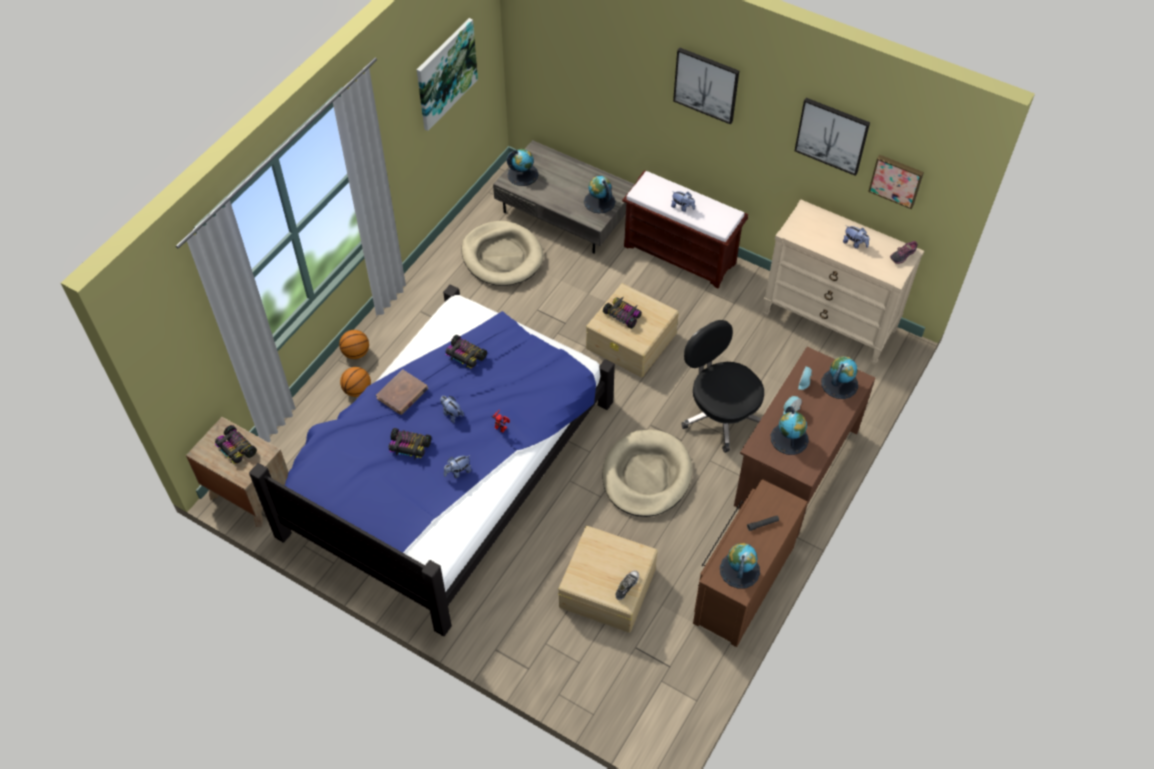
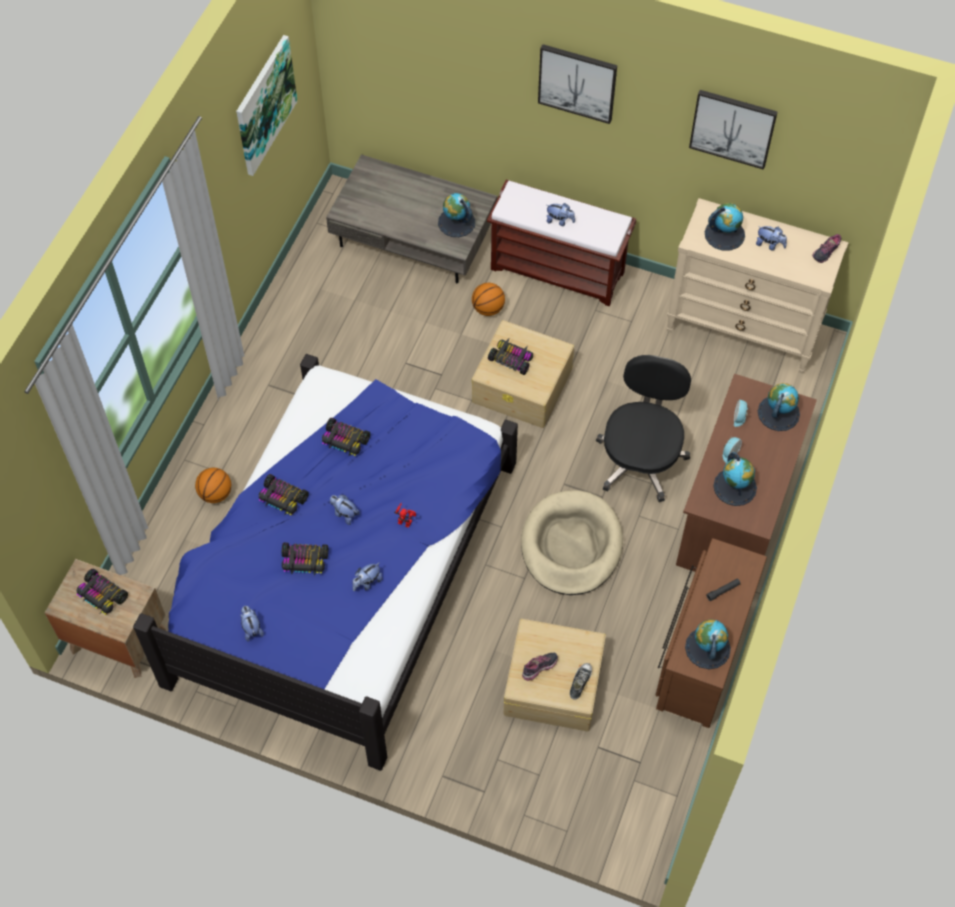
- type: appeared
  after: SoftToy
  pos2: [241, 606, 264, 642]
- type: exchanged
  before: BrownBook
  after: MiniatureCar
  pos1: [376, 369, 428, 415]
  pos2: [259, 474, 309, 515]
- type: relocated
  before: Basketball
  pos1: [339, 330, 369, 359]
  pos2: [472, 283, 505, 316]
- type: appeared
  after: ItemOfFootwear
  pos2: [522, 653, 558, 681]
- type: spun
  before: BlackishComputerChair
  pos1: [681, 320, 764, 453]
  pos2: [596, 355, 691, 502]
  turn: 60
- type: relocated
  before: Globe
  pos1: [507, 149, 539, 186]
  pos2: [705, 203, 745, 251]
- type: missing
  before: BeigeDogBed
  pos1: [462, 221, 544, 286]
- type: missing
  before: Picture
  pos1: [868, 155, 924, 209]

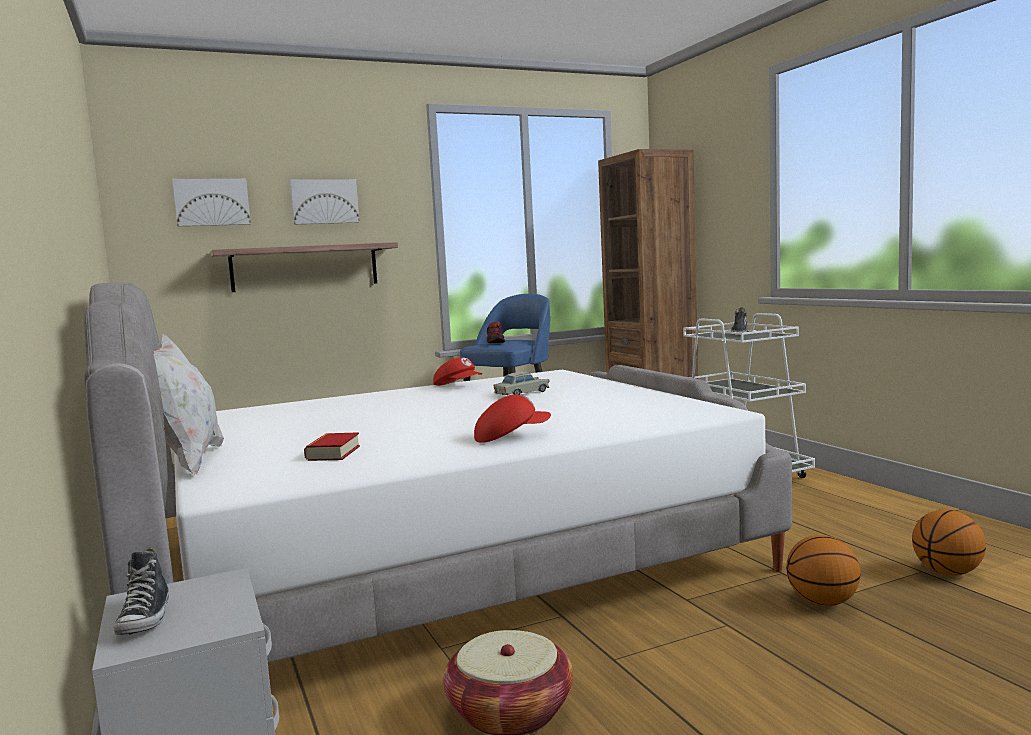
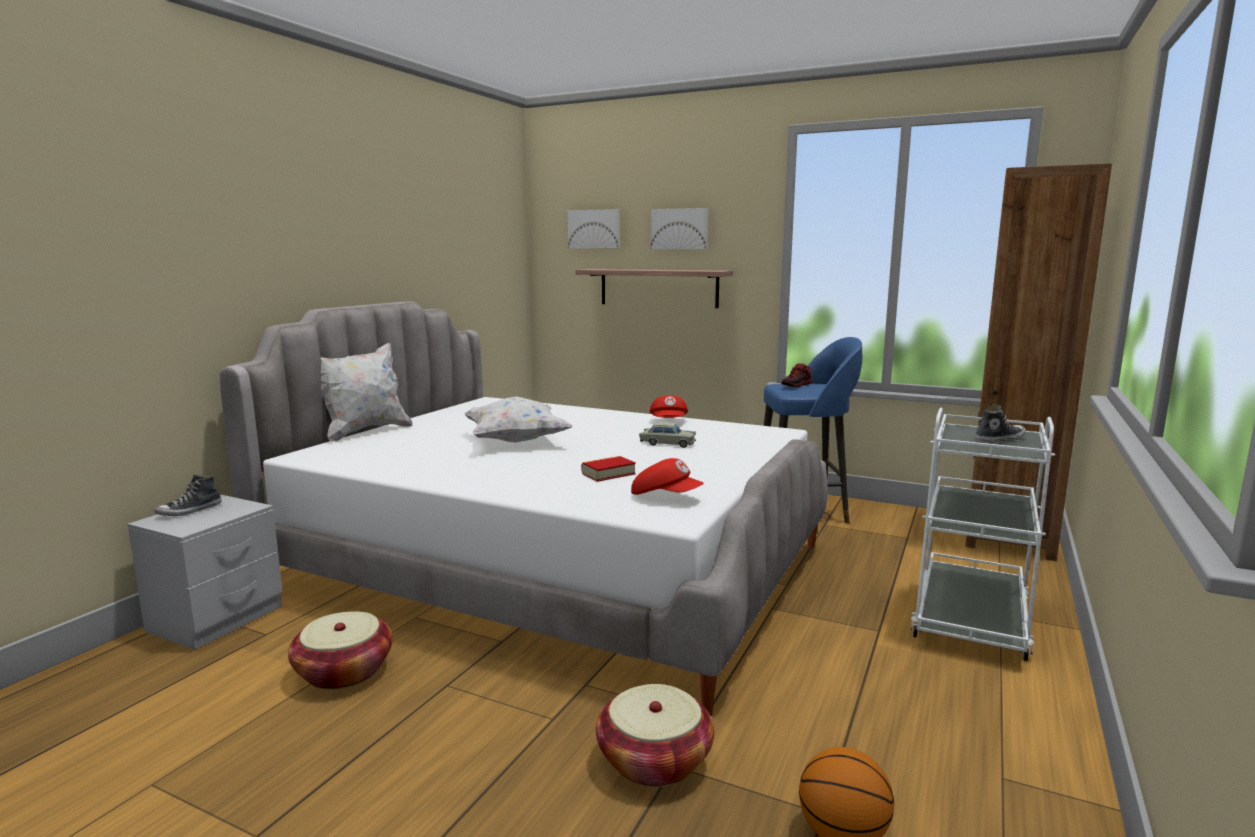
- type: appeared
  after: WhiteColouredPillow
  pos2: [464, 397, 573, 442]
- type: relocated
  before: Book
  pos1: [304, 432, 360, 461]
  pos2: [581, 456, 636, 482]
- type: exchanged
  before: Basketball
  after: HouseholdBasket
  pos1: [786, 535, 861, 606]
  pos2: [596, 684, 714, 787]
- type: relocated
  before: ReddishCap
  pos1: [474, 394, 551, 443]
  pos2: [631, 458, 704, 495]

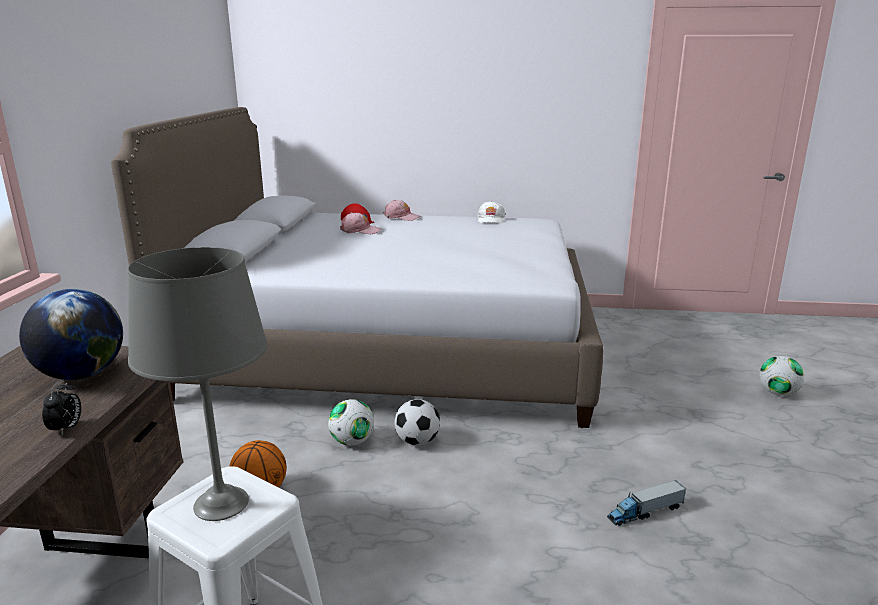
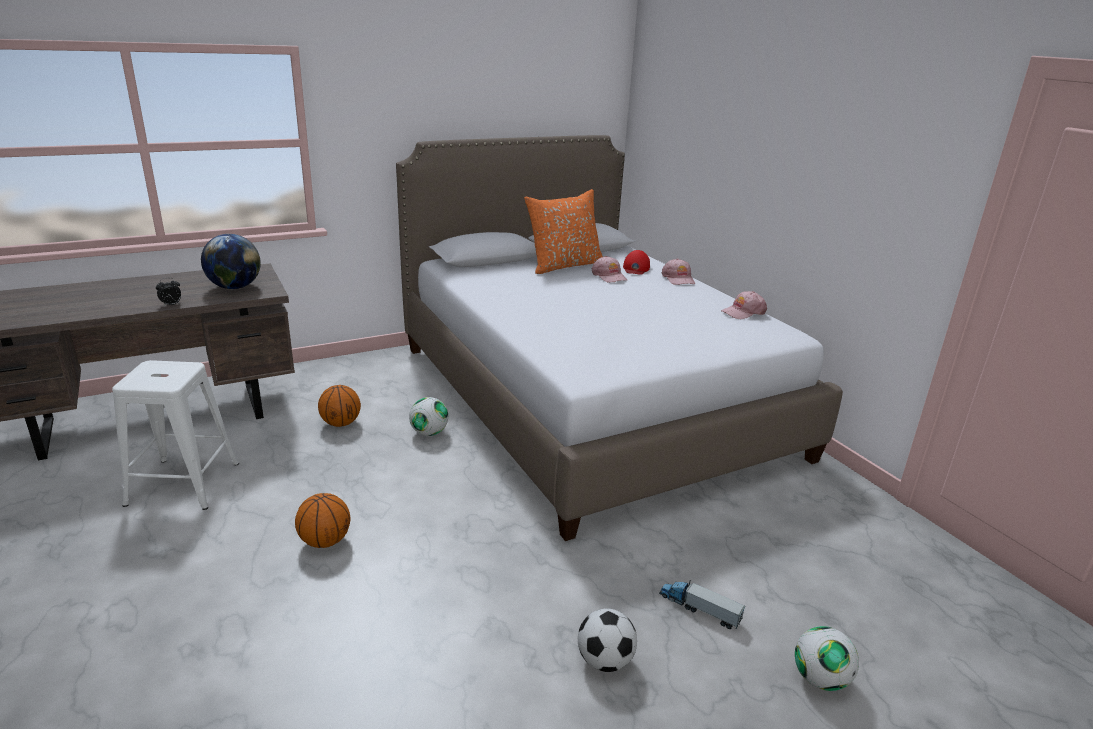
- type: appeared
  after: Basketball
  pos2: [295, 493, 351, 548]
- type: appeared
  after: OrangePillow
  pos2: [524, 189, 603, 274]
- type: relocated
  before: Football
  pos1: [395, 399, 440, 446]
  pos2: [578, 608, 637, 672]
- type: relocated
  before: ModelTruck
  pos1: [607, 480, 686, 526]
  pos2: [659, 580, 745, 629]
- type: colour
  before: WhiteColouredCap
  after: PinkColouredCap
  pos1: [477, 201, 505, 224]
  pos2: [721, 291, 767, 319]
- type: missing
  before: GreyLampForATable
  pos1: [128, 247, 268, 521]

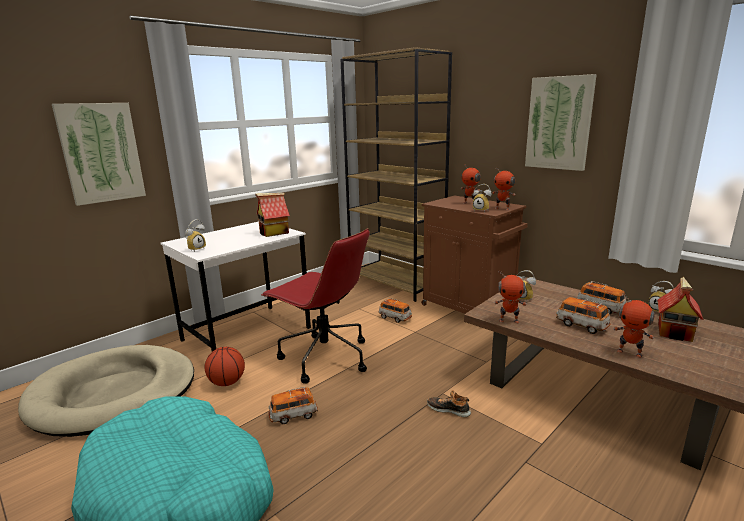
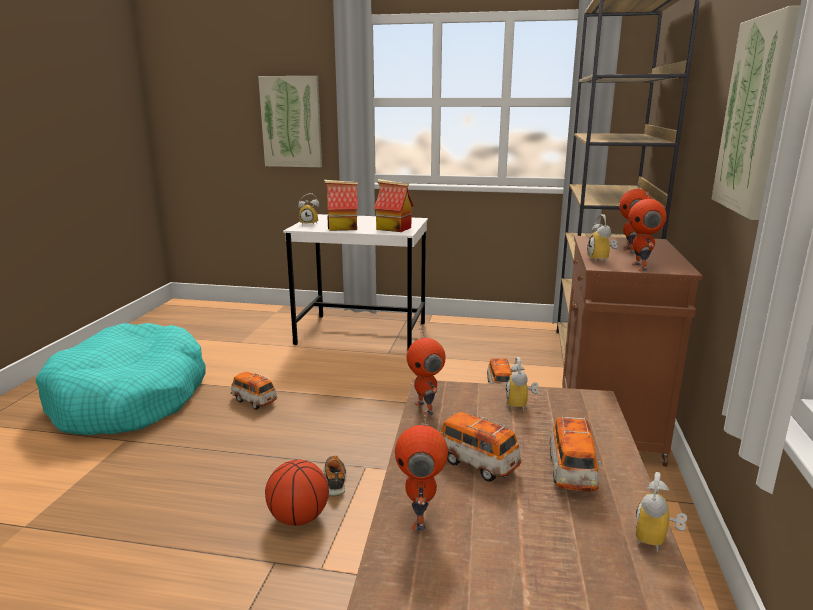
- type: relocated
  before: Basketball
  pos1: [204, 347, 245, 386]
  pos2: [265, 460, 329, 526]
- type: relocated
  before: MiniatureHouse
  pos1: [657, 277, 704, 342]
  pos2: [324, 180, 358, 231]
- type: spun
  before: MiniatureCar
  pos1: [556, 297, 610, 334]
  pos2: [440, 412, 521, 482]
  turn: -60
- type: missing
  before: BeigeDogBed
  pos1: [18, 345, 194, 437]
- type: missing
  before: ReddishComputerChair
  pos1: [261, 228, 370, 383]

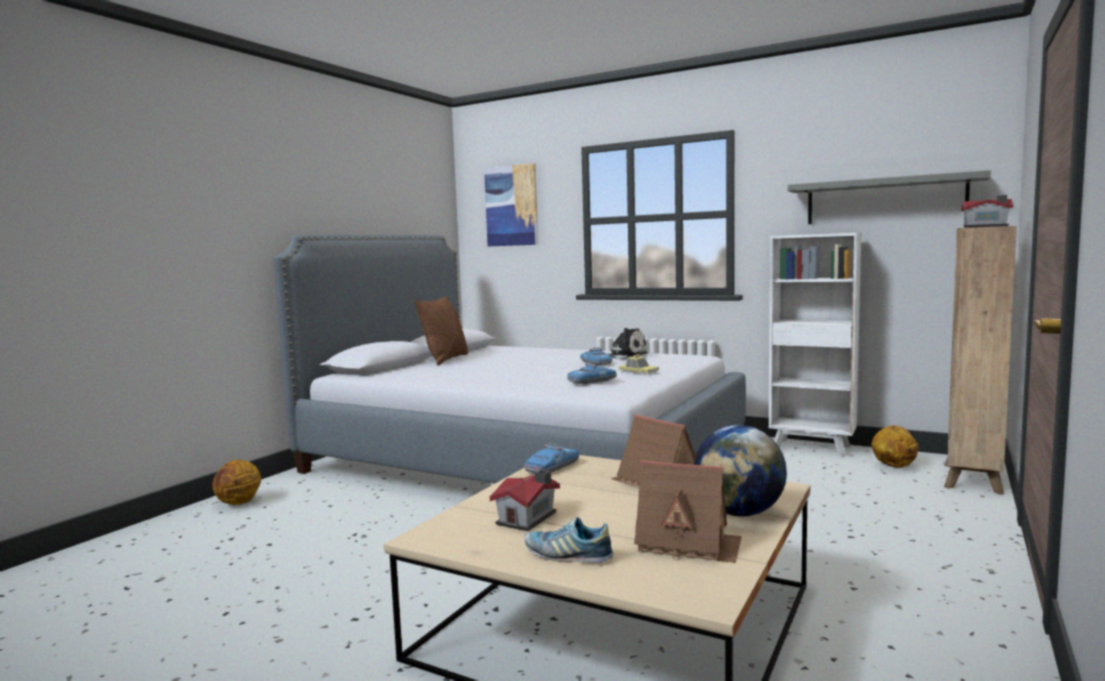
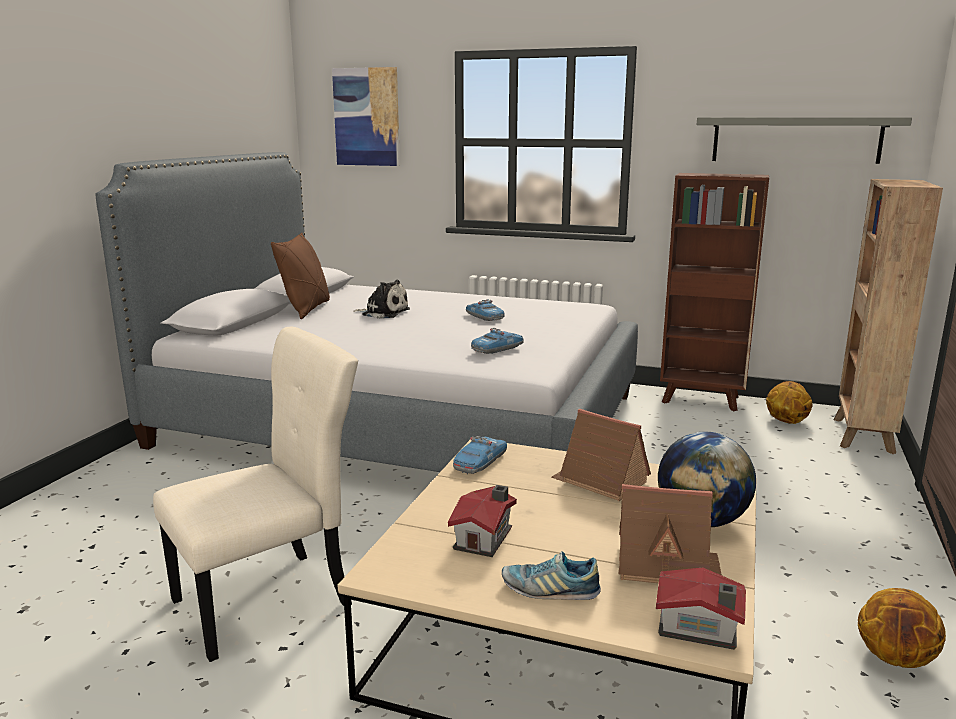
- type: appeared
  after: BeigePlainChair
  pos2: [153, 327, 358, 662]
- type: relocated
  before: SoftToy
  pos1: [607, 328, 648, 359]
  pos2: [353, 280, 410, 319]
- type: relocated
  before: MiniatureHouse
  pos1: [961, 195, 1013, 228]
  pos2: [656, 568, 746, 650]
- type: colour
  before: WhiteColouredBookcase
  after: BrownBookcase
  pos1: [769, 233, 861, 457]
  pos2: [660, 173, 769, 411]
- type: relocated
  before: Basketball
  pos1: [213, 460, 261, 505]
  pos2: [858, 588, 946, 668]
- type: missing
  before: MiniatureCar
  pos1: [618, 354, 659, 375]

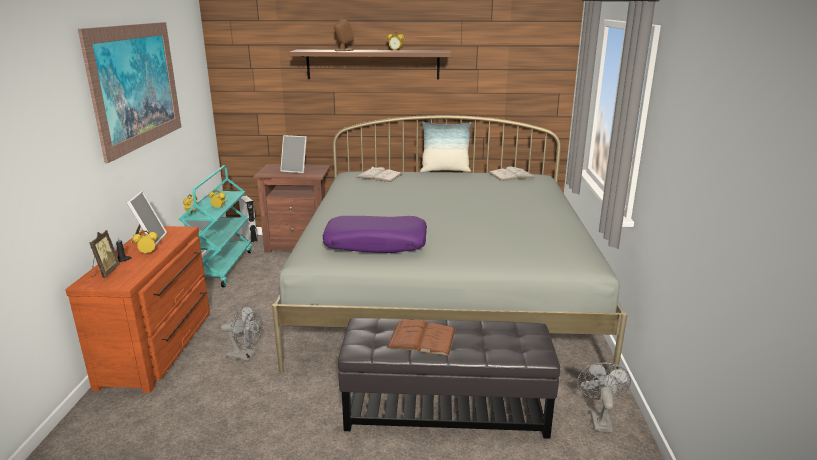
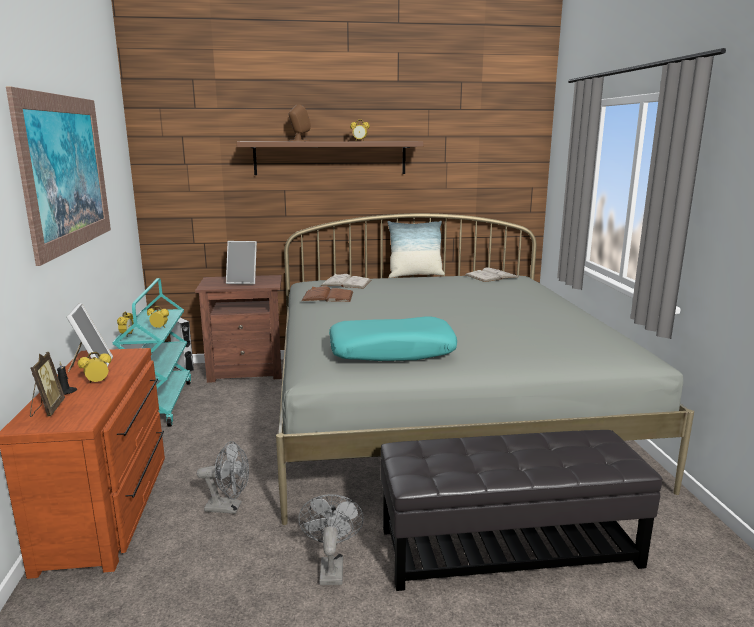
- type: relocated
  before: GreyElectricFan
  pos1: [577, 363, 631, 432]
  pos2: [298, 494, 364, 585]
- type: relocated
  before: BrownBook
  pos1: [386, 319, 456, 356]
  pos2: [301, 286, 353, 302]
- type: colour
  before: PurpleColouredPillow
  after: TurquoiseColouredPillow
  pos1: [323, 216, 427, 253]
  pos2: [329, 316, 457, 361]

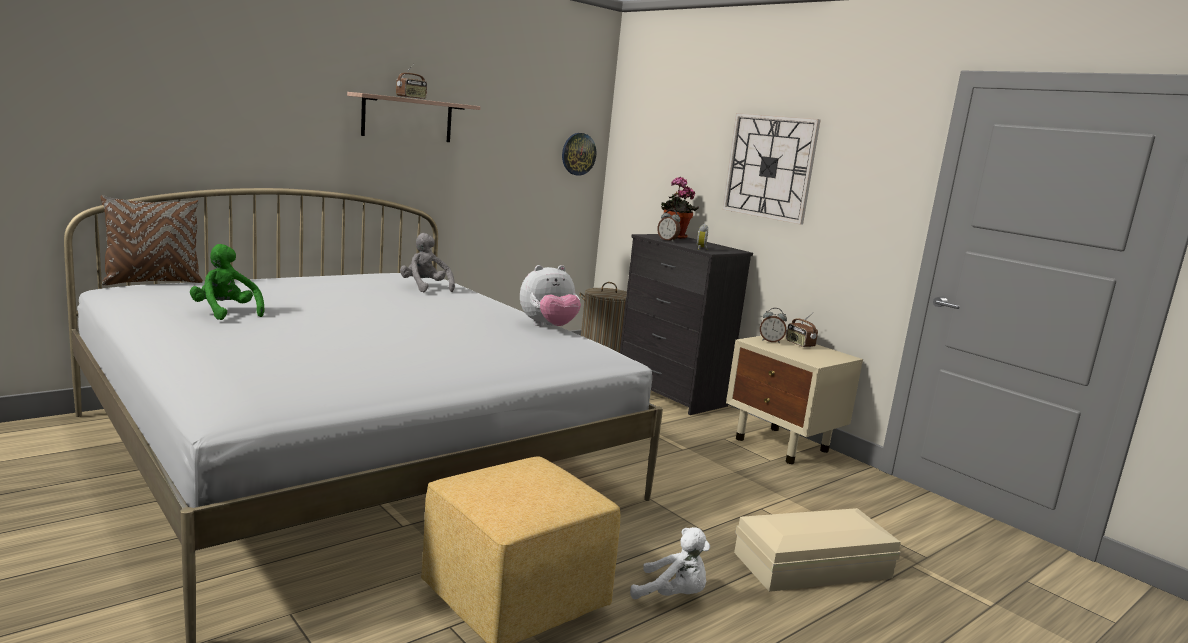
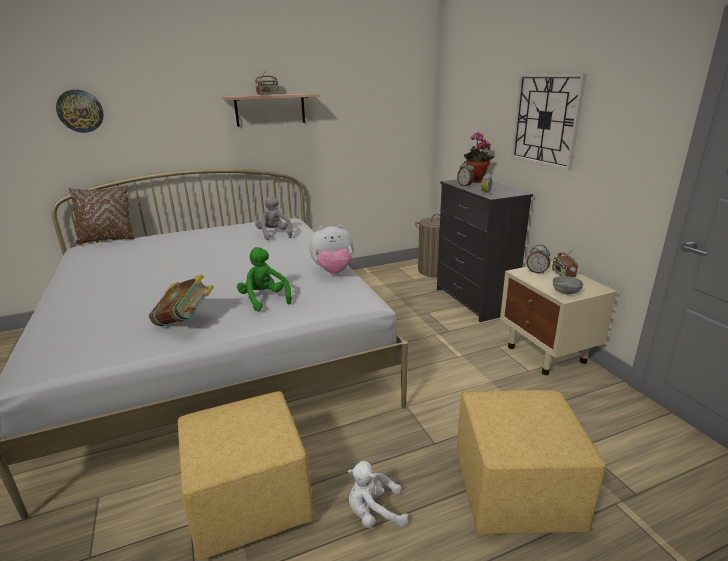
- type: relocated
  before: WallClock
  pos1: [562, 133, 596, 176]
  pos2: [56, 90, 104, 133]
- type: appeared
  after: Book
  pos2: [149, 275, 214, 326]
- type: relocated
  before: GreenishSoftToy
  pos1: [190, 244, 265, 320]
  pos2: [237, 247, 292, 312]
- type: spun
  before: WhiteColouredSoftToy
  pos1: [630, 527, 710, 599]
  pos2: [348, 461, 408, 528]
  turn: 135
- type: exchanged
  before: BeigeStorageContainer
  after: YellowColouredFootrest
  pos1: [734, 508, 901, 592]
  pos2: [457, 390, 606, 535]
- type: appeared
  after: GreyServingBowl
  pos2: [553, 276, 583, 295]

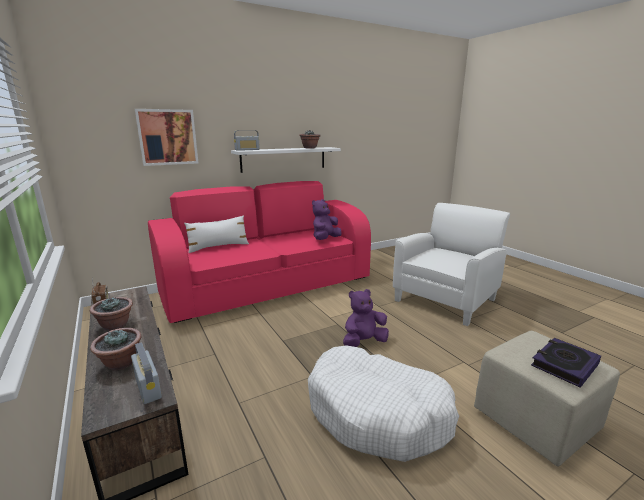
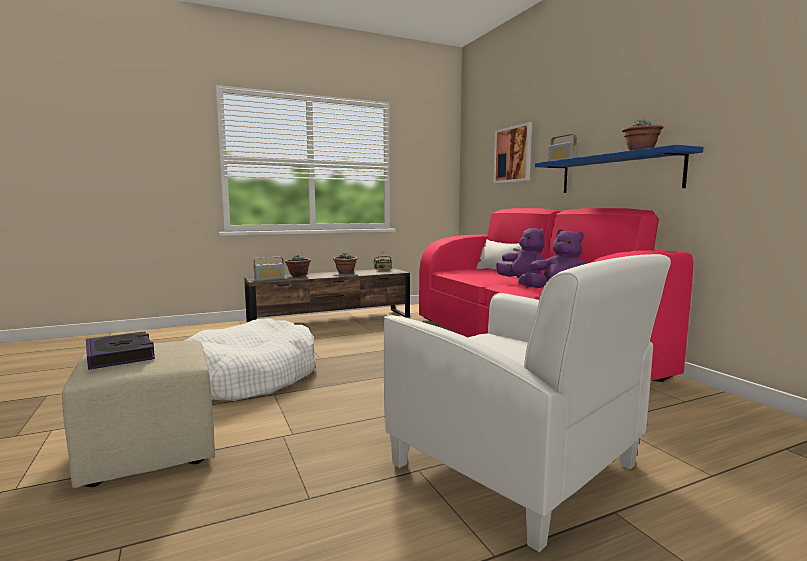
- type: relocated
  before: PurpleColouredSoftToy
  pos1: [343, 289, 389, 347]
  pos2: [496, 227, 545, 287]
- type: colour
  before: WhiteColouredShelf
  after: BlueColouredShelf
  pos1: [231, 147, 341, 173]
  pos2: [535, 145, 704, 193]

